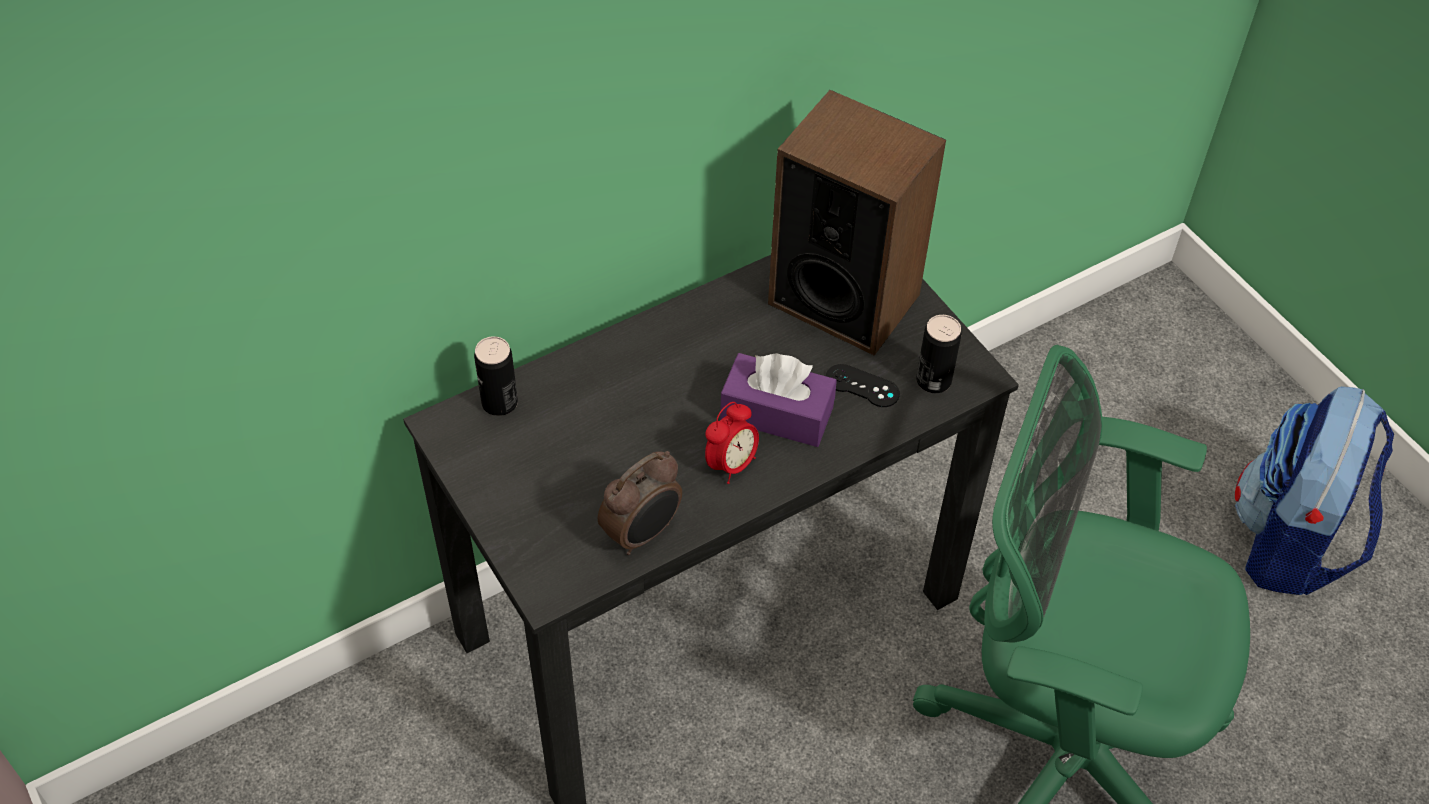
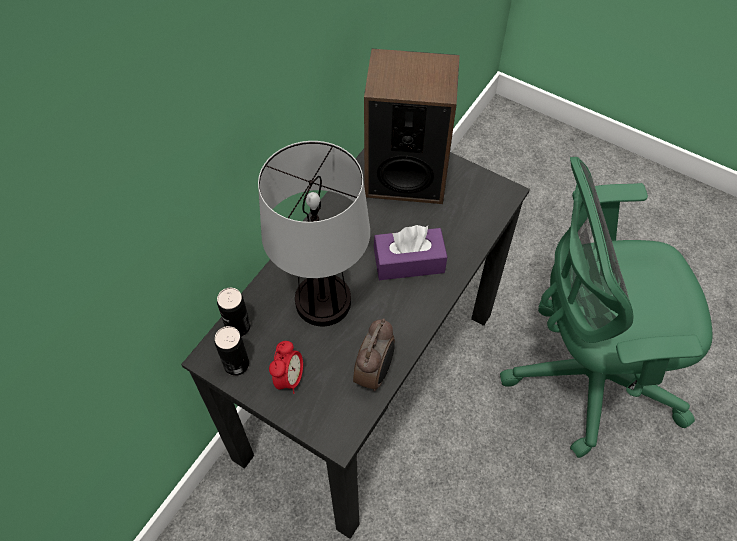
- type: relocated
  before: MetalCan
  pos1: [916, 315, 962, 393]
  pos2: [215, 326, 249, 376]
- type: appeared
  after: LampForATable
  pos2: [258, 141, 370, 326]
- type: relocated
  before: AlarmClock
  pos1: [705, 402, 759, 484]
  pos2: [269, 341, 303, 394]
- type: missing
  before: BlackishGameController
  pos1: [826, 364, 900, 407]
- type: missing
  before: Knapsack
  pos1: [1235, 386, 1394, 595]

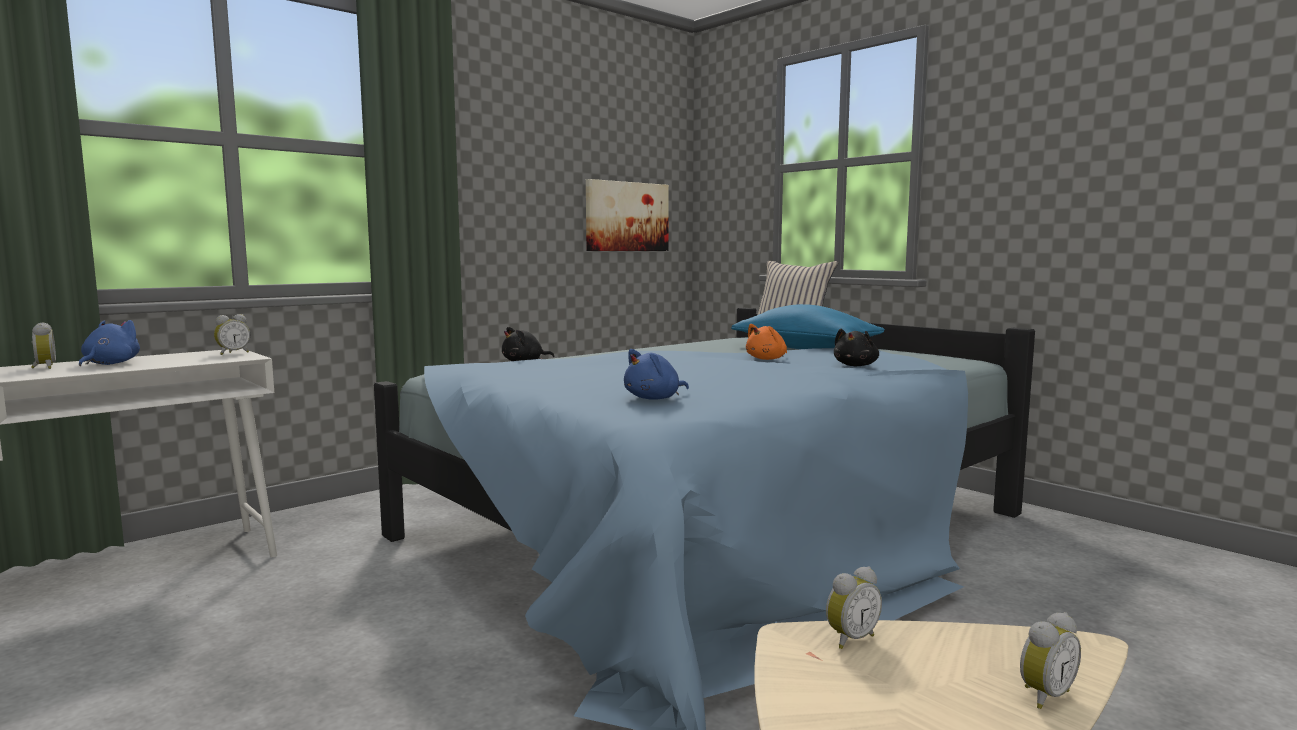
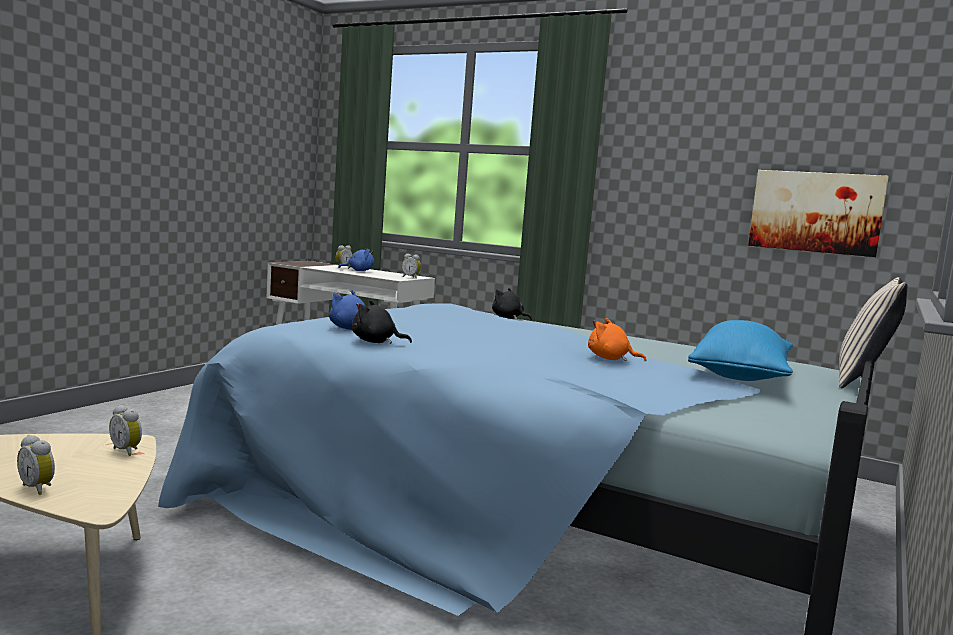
- type: relocated
  before: BlackishSoftToy
  pos1: [834, 329, 879, 366]
  pos2: [352, 300, 412, 344]

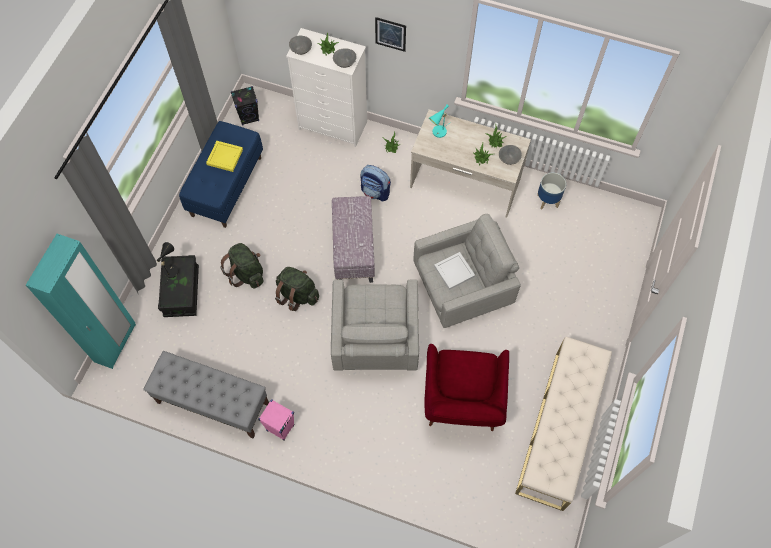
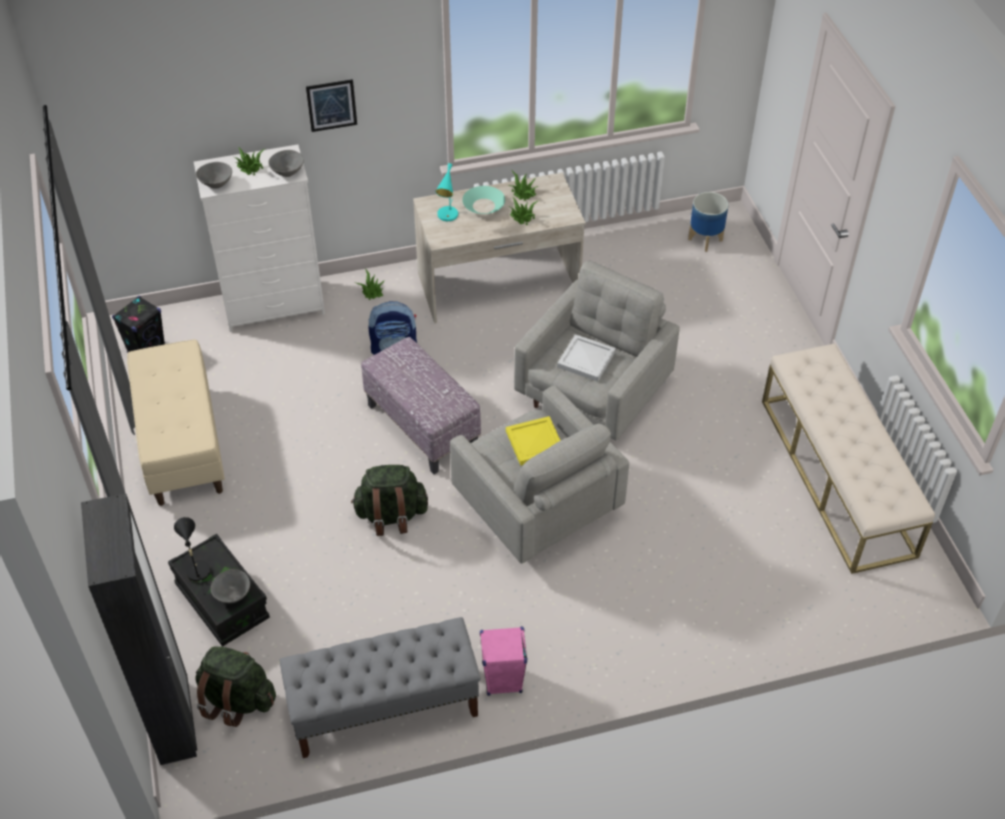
- type: colour
  before: TurquoiseColouredArmoire
  after: BlackishArmoire
  pos1: [26, 234, 136, 369]
  pos2: [81, 494, 197, 765]
- type: colour
  before: BlueColouredBench
  after: BeigeBench
  pos1: [179, 121, 263, 228]
  pos2: [127, 339, 225, 506]
- type: relocated
  before: GreenishKnapsack
  pos1: [220, 243, 263, 288]
  pos2: [195, 646, 276, 727]
- type: relocated
  before: GreyServingBowl
  pos1: [499, 145, 522, 165]
  pos2: [211, 569, 250, 603]
- type: appeared
  after: TurquoiseColouredServingBowl
  pos2: [462, 186, 505, 214]
- type: relocated
  before: YellowColouredCarryingTray
  pos1: [206, 141, 243, 172]
  pos2: [506, 416, 561, 466]
- type: relocated
  before: Planter
  pos1: [537, 173, 566, 210]
  pos2: [688, 192, 729, 252]
- type: missing
  before: ReddishLoungeChair
  pos1: [425, 344, 509, 431]

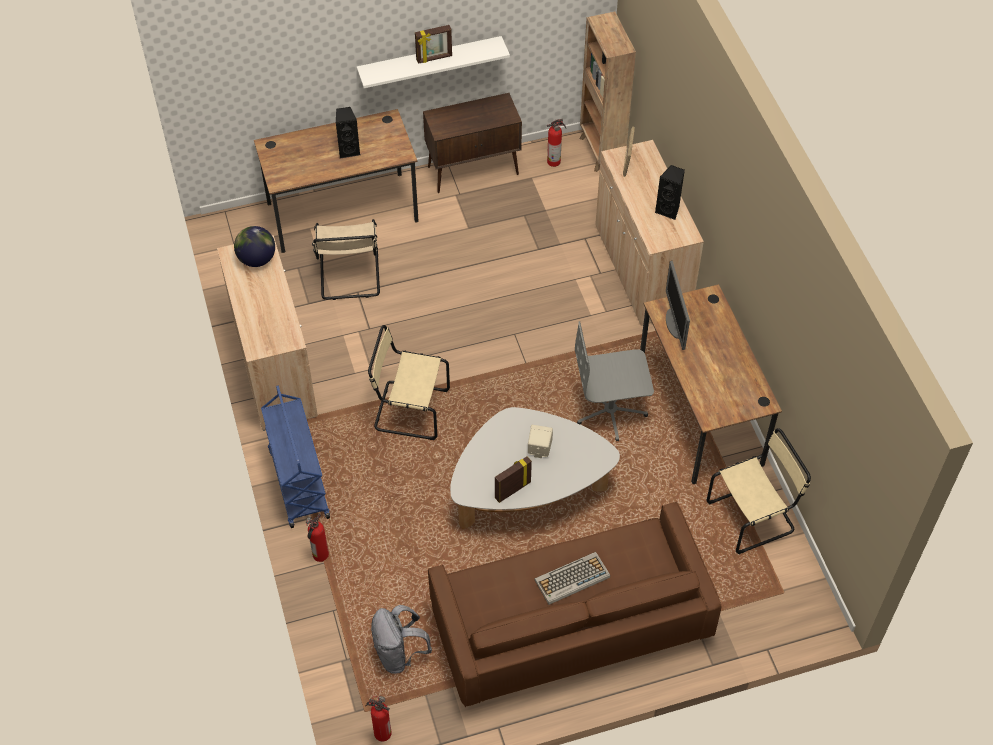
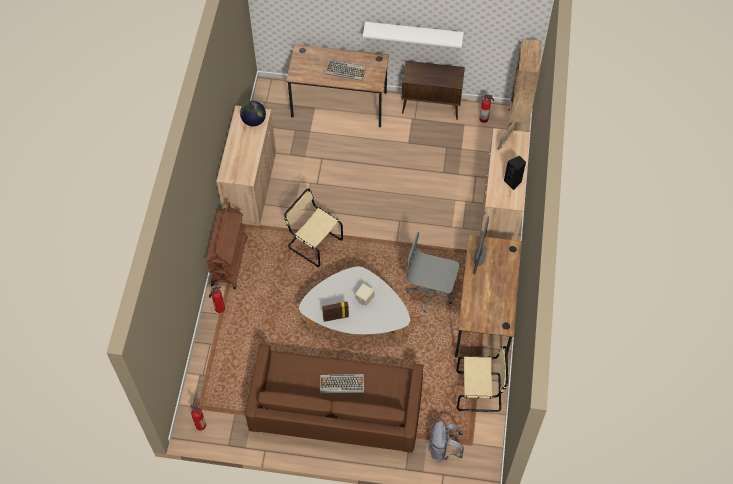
- type: colour
  before: BlueColouredWheeledCart
  after: BrownWheeledCart
  pos1: [261, 385, 330, 528]
  pos2: [206, 202, 247, 290]
- type: exchanged
  before: BlackishLoudspeaker
  after: Keyboard
  pos1: [336, 107, 360, 158]
  pos2: [325, 60, 366, 81]
- type: relocated
  before: GreyKnapsack
  pos1: [371, 605, 432, 674]
  pos2: [430, 421, 464, 461]
- type: missing
  before: BeigePlainChair
  pos1: [312, 219, 380, 300]
- type: missing
  before: StandingFrame
  pos1: [415, 25, 452, 64]

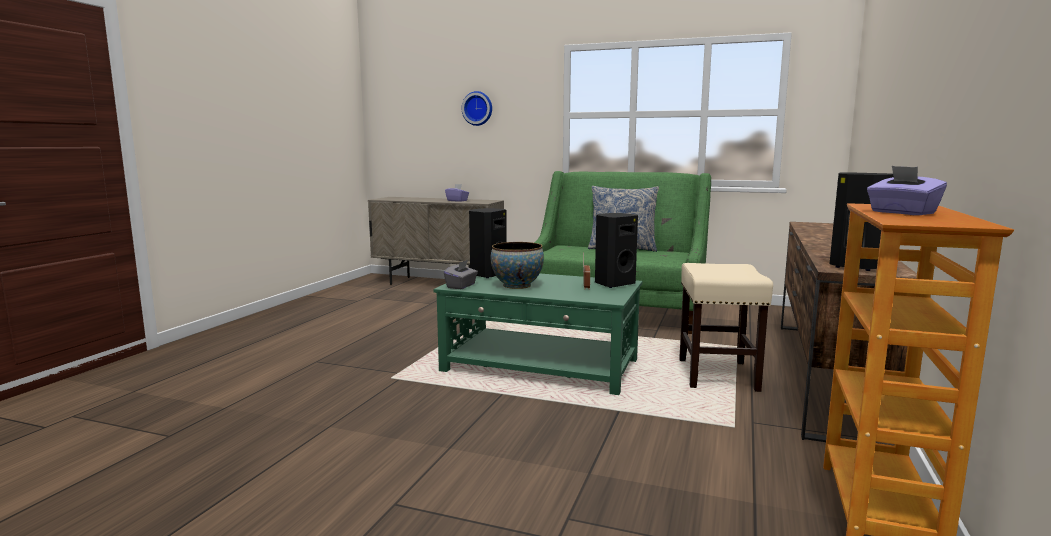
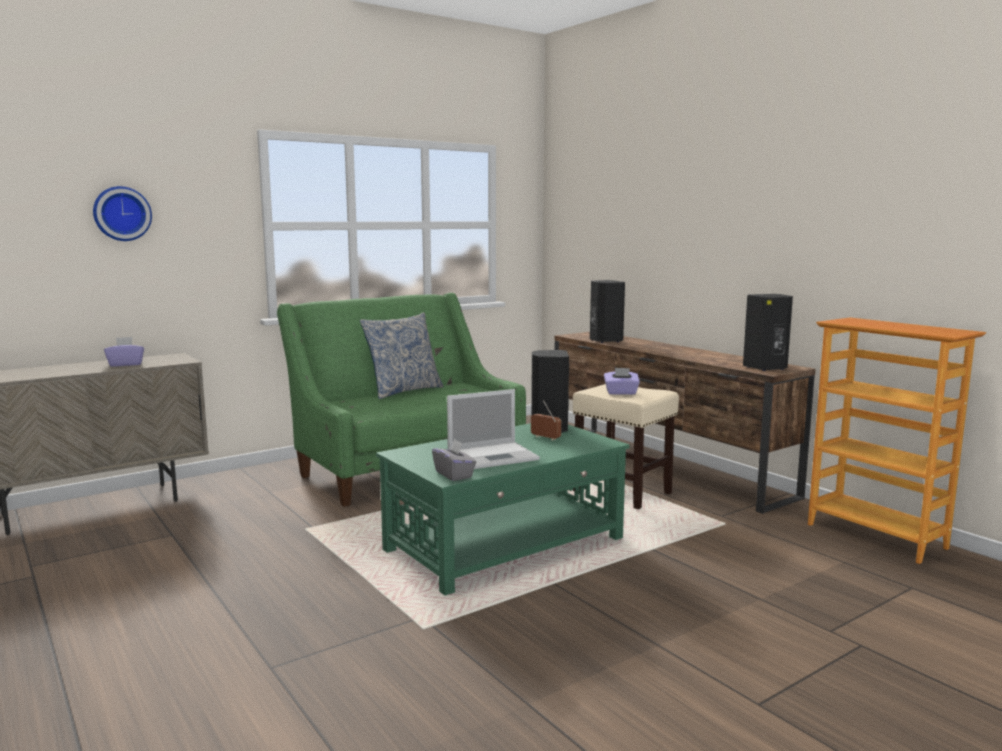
- type: exchanged
  before: ServingBowl
  after: Laptop
  pos1: [490, 242, 544, 289]
  pos2: [447, 389, 540, 469]
- type: relocated
  before: BlackishLoudspeaker
  pos1: [469, 208, 507, 278]
  pos2: [590, 280, 625, 343]
- type: relocated
  before: PurpleColouredTissueBox
  pos1: [867, 166, 947, 215]
  pos2: [604, 368, 640, 395]

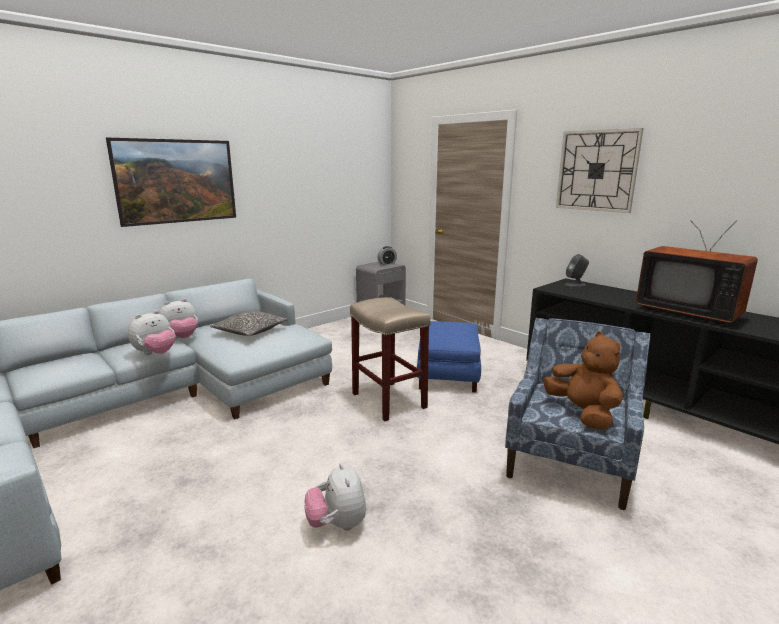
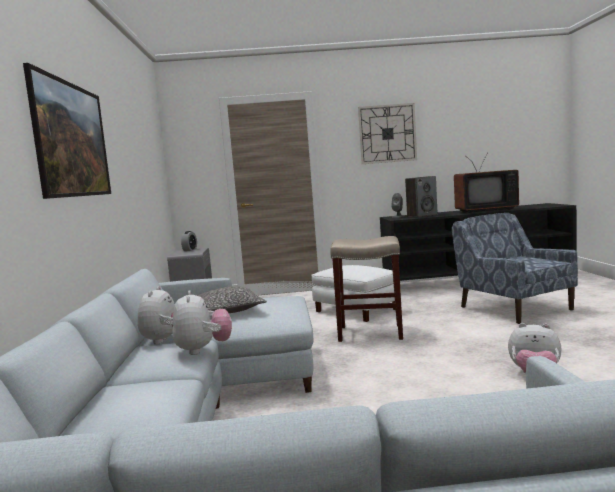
- type: colour
  before: BlueColouredFootrest
  after: WhiteColouredFootrest
  pos1: [417, 321, 481, 393]
  pos2: [311, 265, 396, 322]
- type: appeared
  after: Loudspeaker
  pos2: [405, 176, 438, 217]
- type: missing
  before: BrownSoftToy
  pos1: [544, 331, 623, 430]

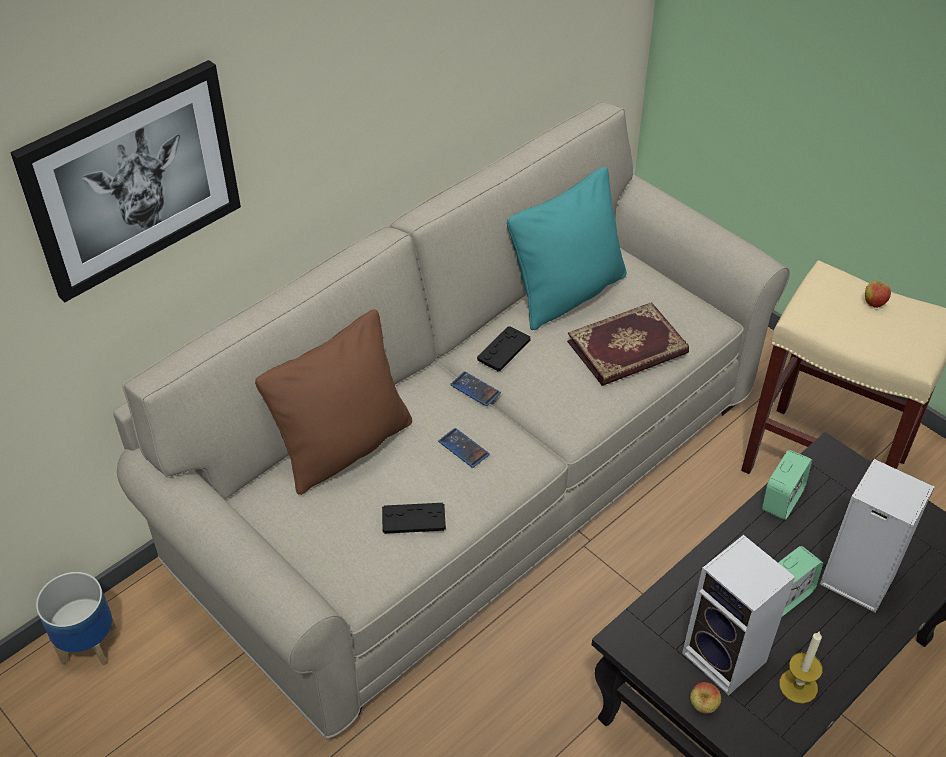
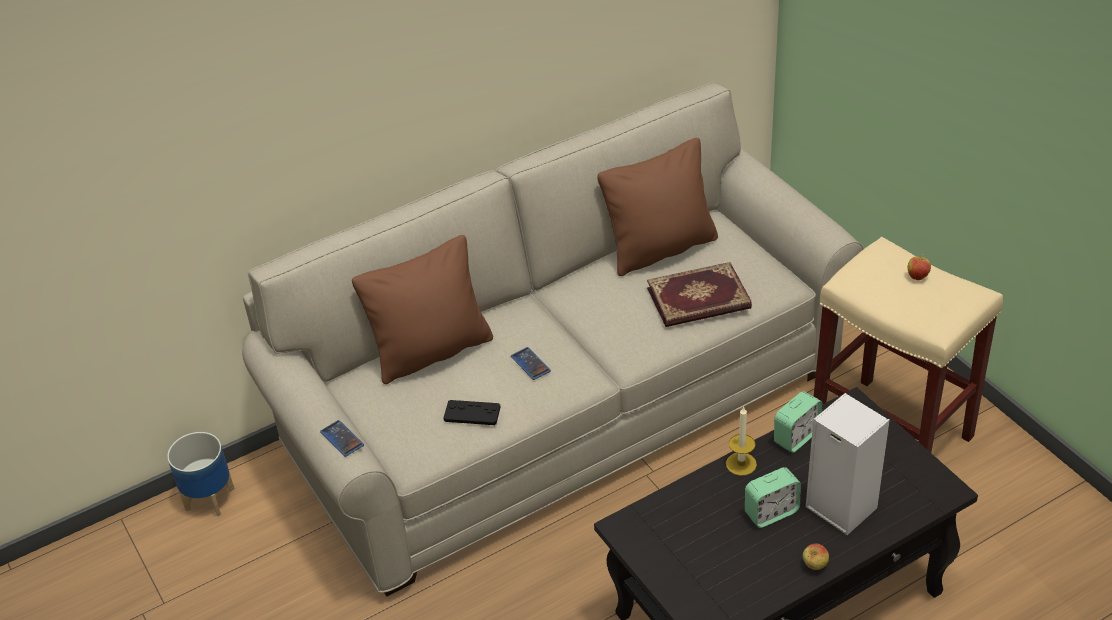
- type: relocated
  before: Handset
  pos1: [450, 371, 501, 406]
  pos2: [320, 420, 364, 457]
- type: colour
  before: TurquoiseColouredPillow
  after: BrownPillow
  pos1: [507, 167, 627, 330]
  pos2: [597, 138, 718, 276]
- type: relocated
  before: WaxLight
  pos1: [779, 631, 823, 704]
  pos2: [726, 407, 757, 476]
- type: relocated
  before: Apple
  pos1: [690, 682, 721, 714]
  pos2: [803, 543, 829, 570]
- type: missing
  before: Picture
  pos1: [10, 60, 241, 302]
- type: missing
  before: BlackishGameController
  pos1: [477, 326, 531, 371]
- type: missing
  before: Loudspeaker
  pos1: [682, 535, 795, 695]

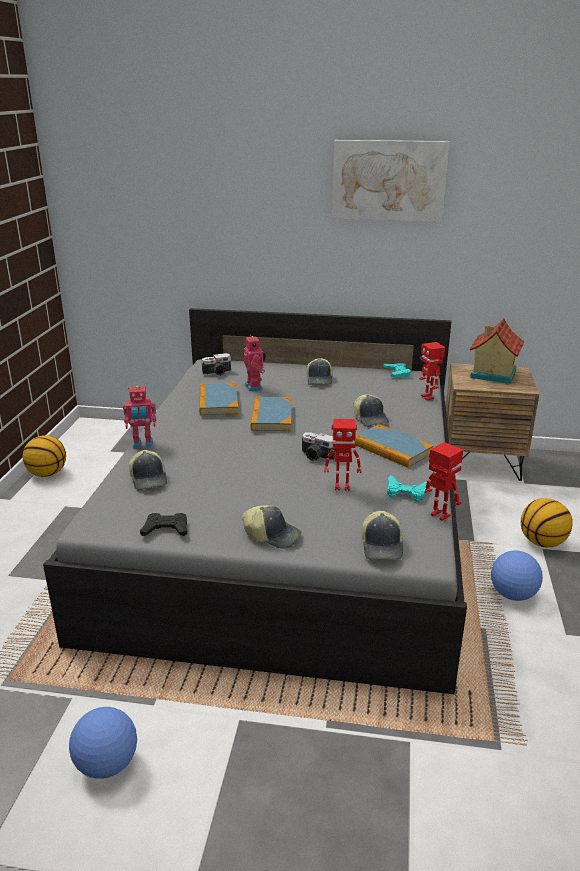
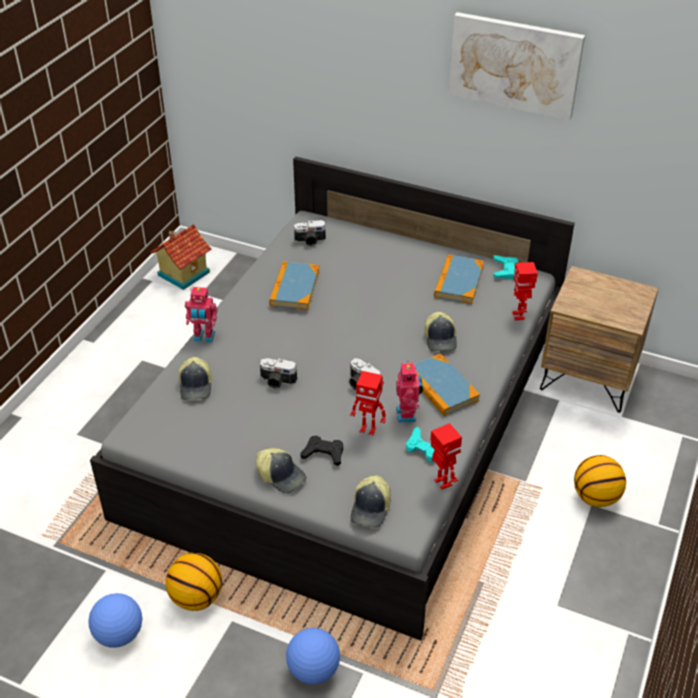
- type: relocated
  before: MiniatureHouse
  pos1: [470, 319, 524, 384]
  pos2: [150, 224, 212, 290]
- type: relocated
  before: Basketball
  pos1: [23, 436, 66, 477]
  pos2: [166, 553, 222, 611]
- type: appeared
  after: PhotoCamera
  pos2: [260, 358, 297, 389]
- type: relocated
  before: Football
  pos1: [491, 550, 543, 601]
  pos2: [286, 628, 340, 684]
- type: relocated
  before: BlackishGameController
  pos1: [140, 513, 188, 536]
  pos2: [300, 436, 343, 466]
- type: relocated
  before: ModelRobot
  pos1: [244, 335, 266, 391]
  pos2: [396, 361, 423, 423]
- type: relocated
  before: Book
  pos1: [250, 397, 292, 431]
  pos2: [434, 255, 484, 304]
- type: missing
  before: Cap
  pos1: [306, 358, 333, 385]

